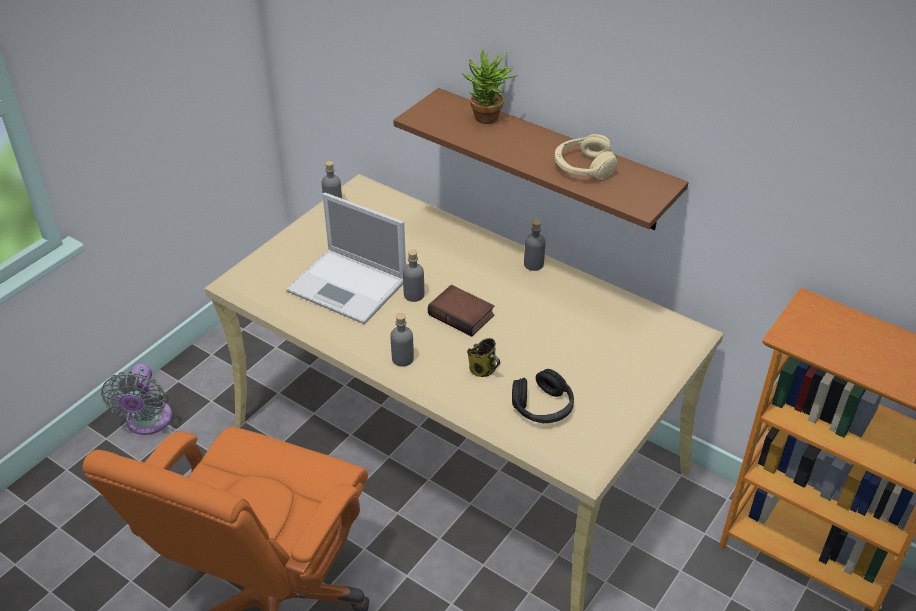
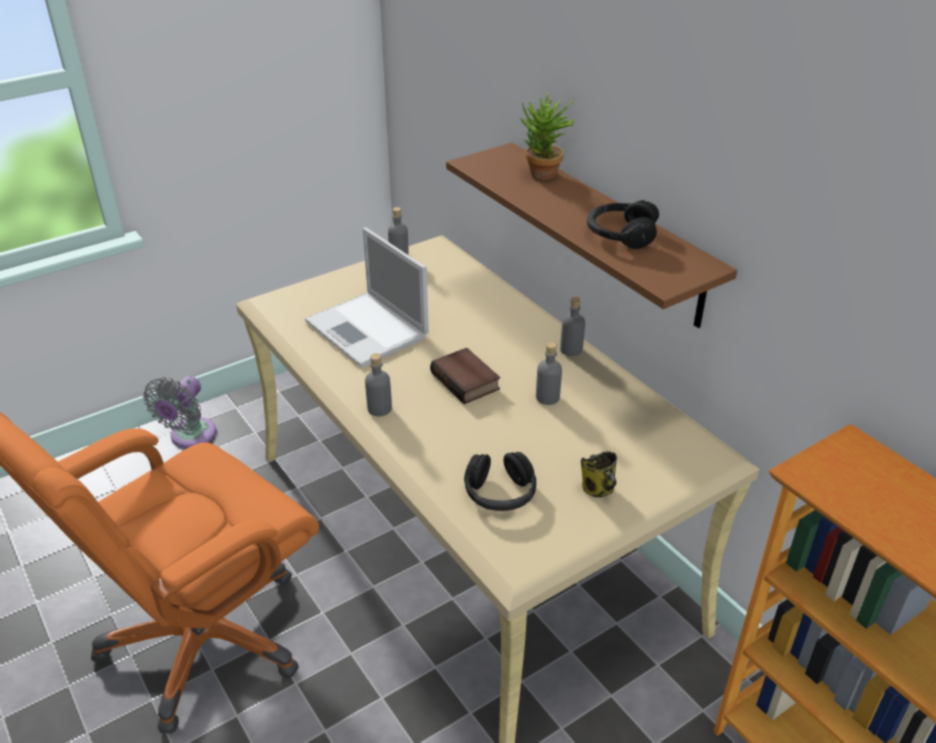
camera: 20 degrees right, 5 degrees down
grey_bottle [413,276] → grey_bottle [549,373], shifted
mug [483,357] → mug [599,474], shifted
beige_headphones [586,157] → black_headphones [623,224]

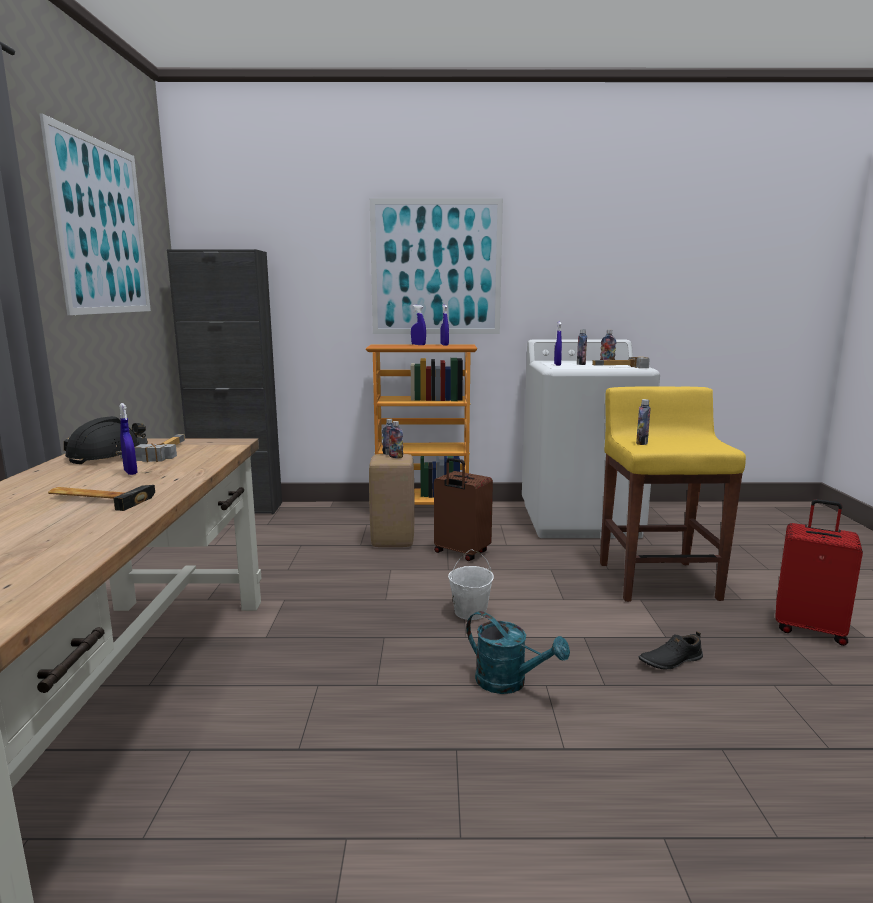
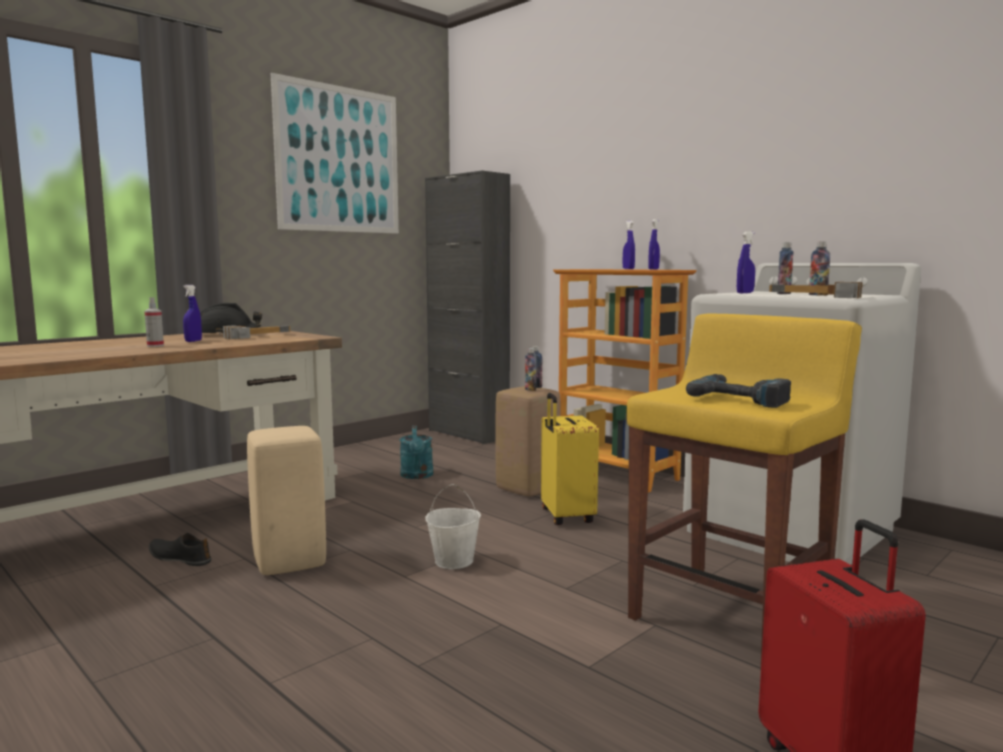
camera: 45 degrees right, 5 degrees down
- → spray_bottle [154,322]
black_shoe [671,650] → black_shoe [180,549], shifted
- → beige_stool [286,500]
turquoise_watering_can [518,652] → turquoise_watering_can [416,452], shifted
brown_suitcase [463,509] → yellow_suitcase [570,459]
- → power_drill [739,391]
hammer [101,498] → -
picture [436,266] → -
bottle [643,422] → -

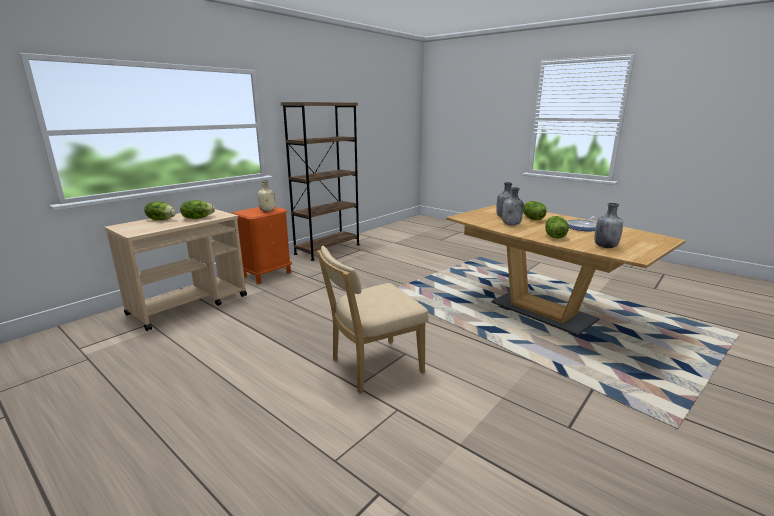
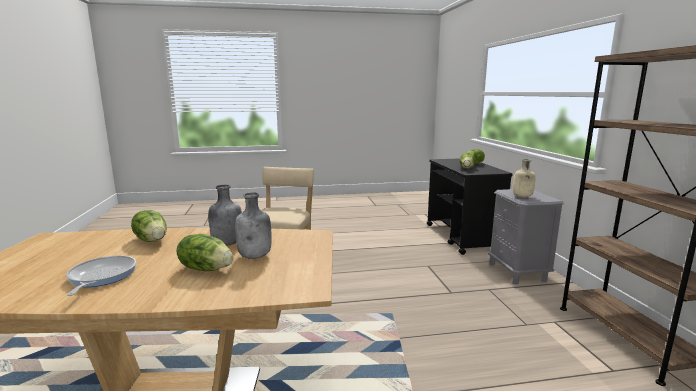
camera: 130 degrees right, 5 degrees down
beige_cart [176,270] → black_cart [470,206]
orange_nightstand [262,245] → grey_nightstand [526,237]
grey_bottle [609,225] → -

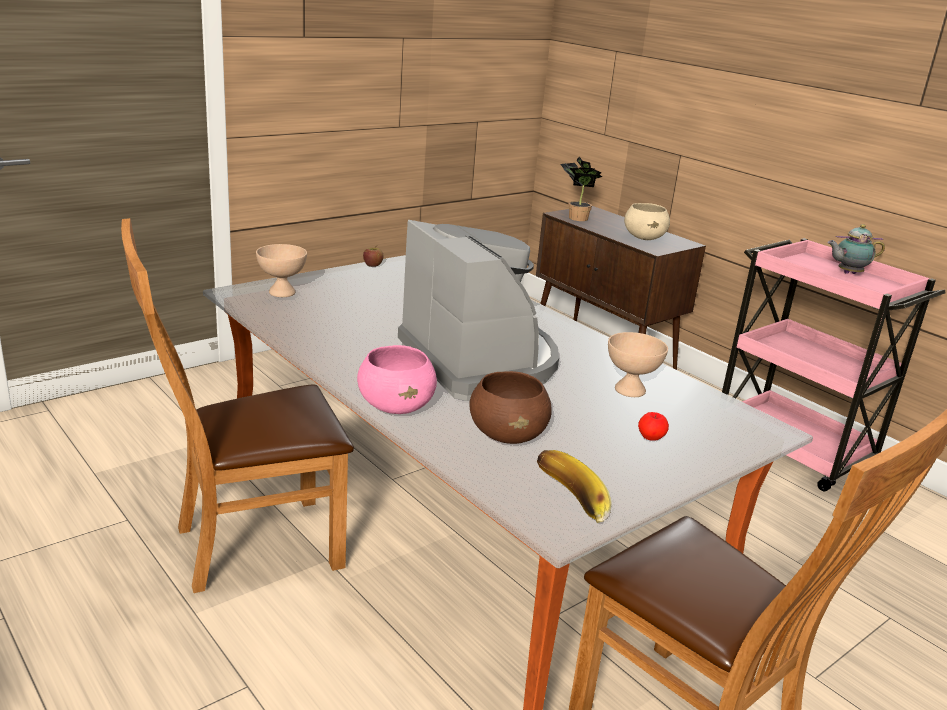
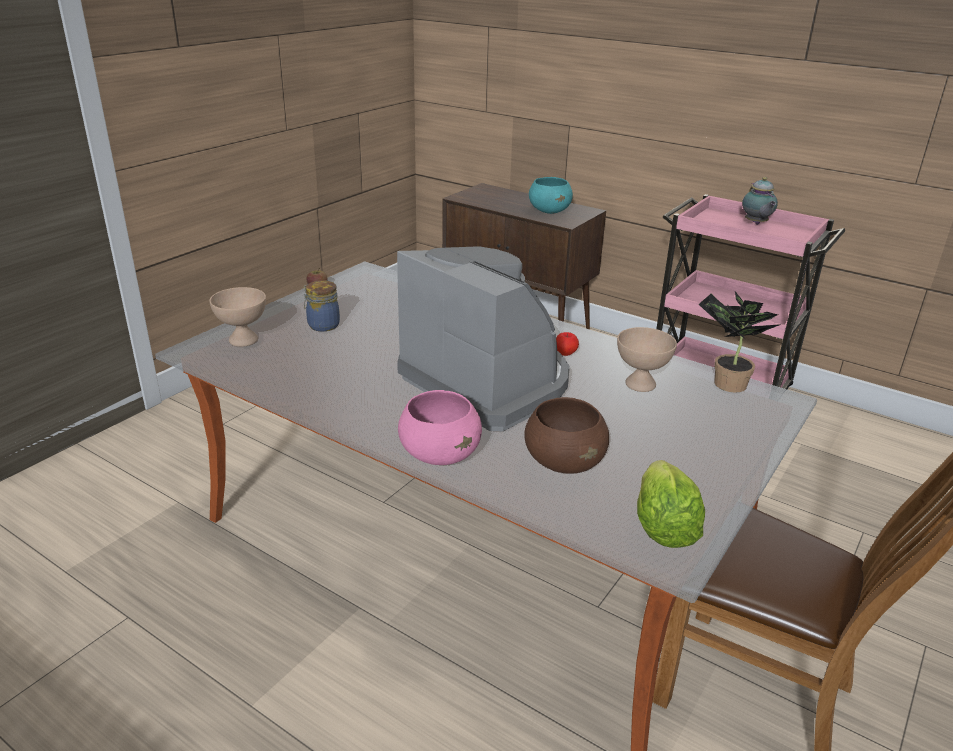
camera: 15 degrees left, 5 degrees up
- → jar [322,305]
beige_bowl [647,221] → turquoise_bowl [551,195]
apple [653,426] → apple [567,344], shifted
banana [574,486] → lettuce [671,504]
potted_plant [581,188] → potted_plant [740,342], shifted
teapot [856,249] → teapot [760,201], 75 degrees counterclockwise
brown_chair [237,405] → -

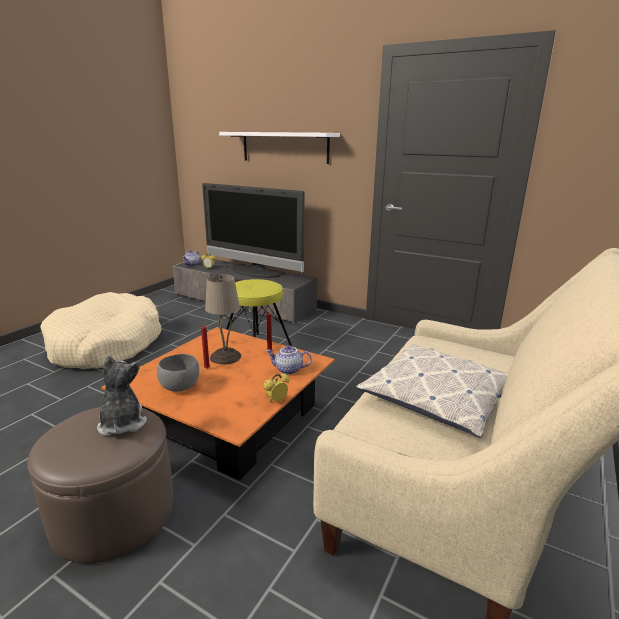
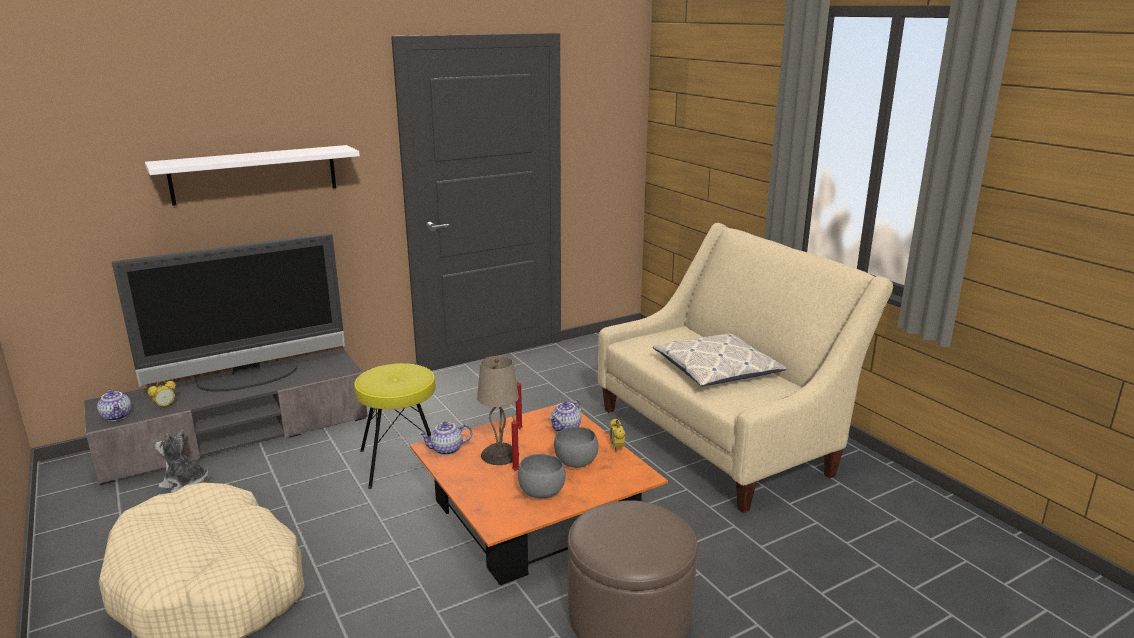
camera: 60 degrees left, 0 degrees up
plush_toy [122,395] → plush_toy [181,461], shifted
- → teapot [445,438]
- → grey_bowl [576,447]

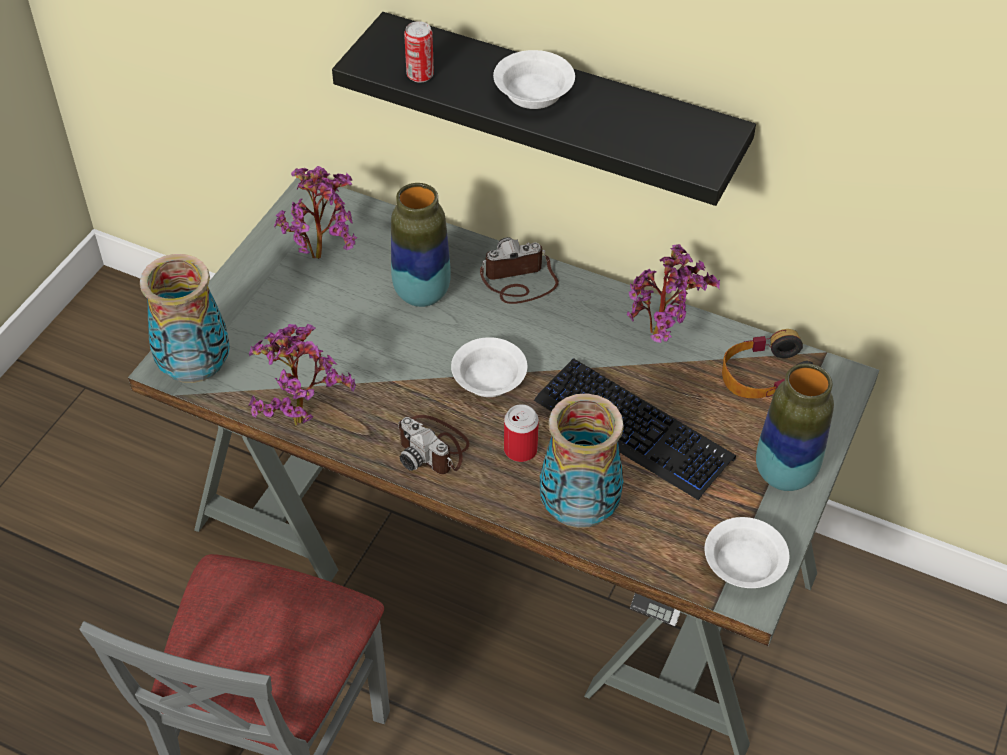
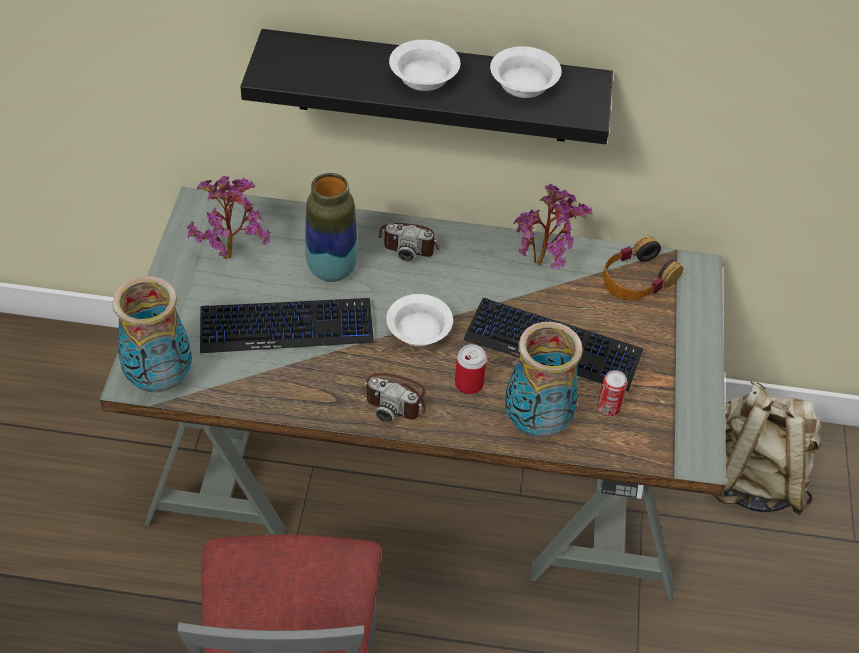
camera: 20 degrees left, 0 degrees up
- → keyboard [287,325]
photo_camera [519,270] → photo_camera [409,242], 135 degrees counterclockwise
white_bowl [747,552] → white_bowl [525,72], shifted
can [419,52] → can [612,393], shifted
- → beige_backpack [767,448]
potted_plant [302,375] → -
vase [795,427] → -

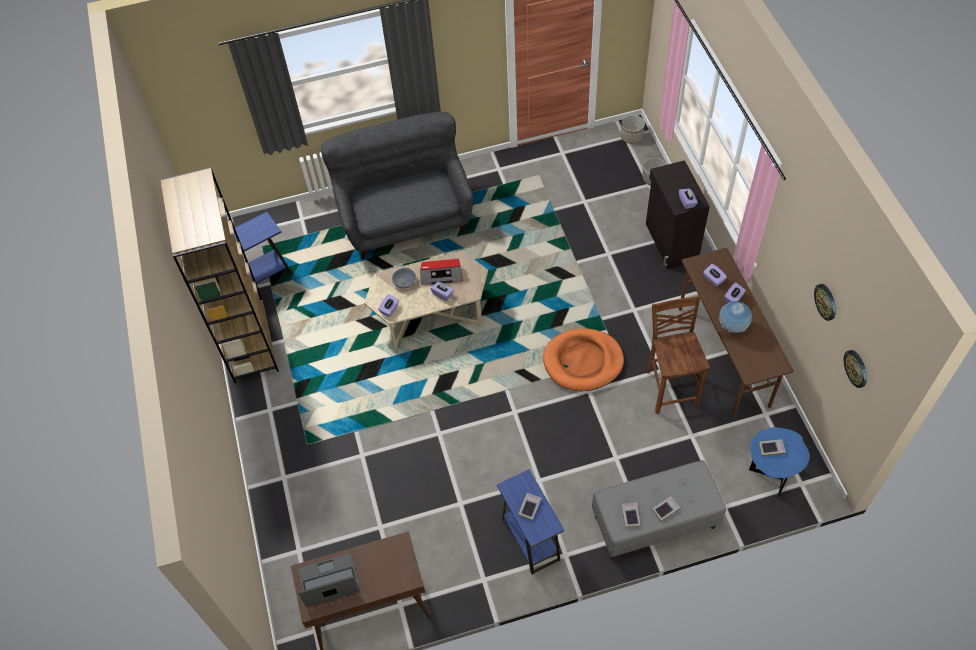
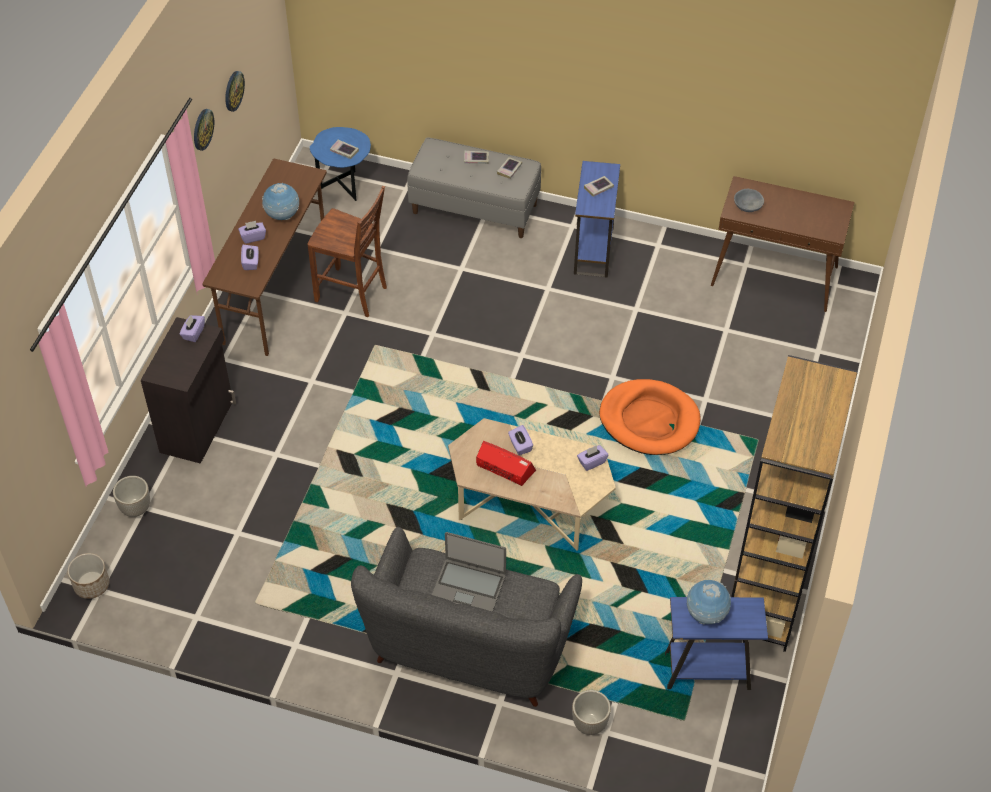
camera: 150 degrees left, 5 degrees down
wall_clock [855,369] → wall_clock [204,130], shifted
brown_chair [678,355] → brown_chair [347,251], 90 degrees counterclockwise
laptop [329,580] → laptop [469,572], shifted
- → planter [591,712]
orange_dog_bed [583,359] → orange_dog_bed [649,417], shifted
- → globe [709,602]
grey_bowl [404,278] → grey_bowl [749,200], shifted

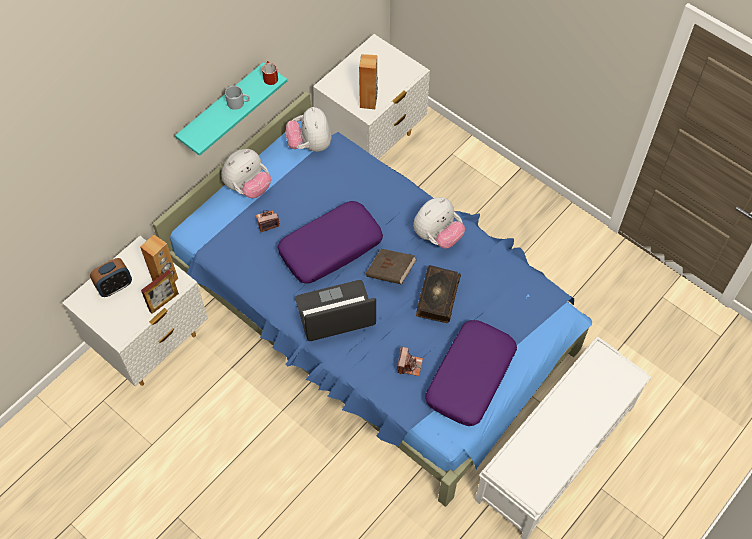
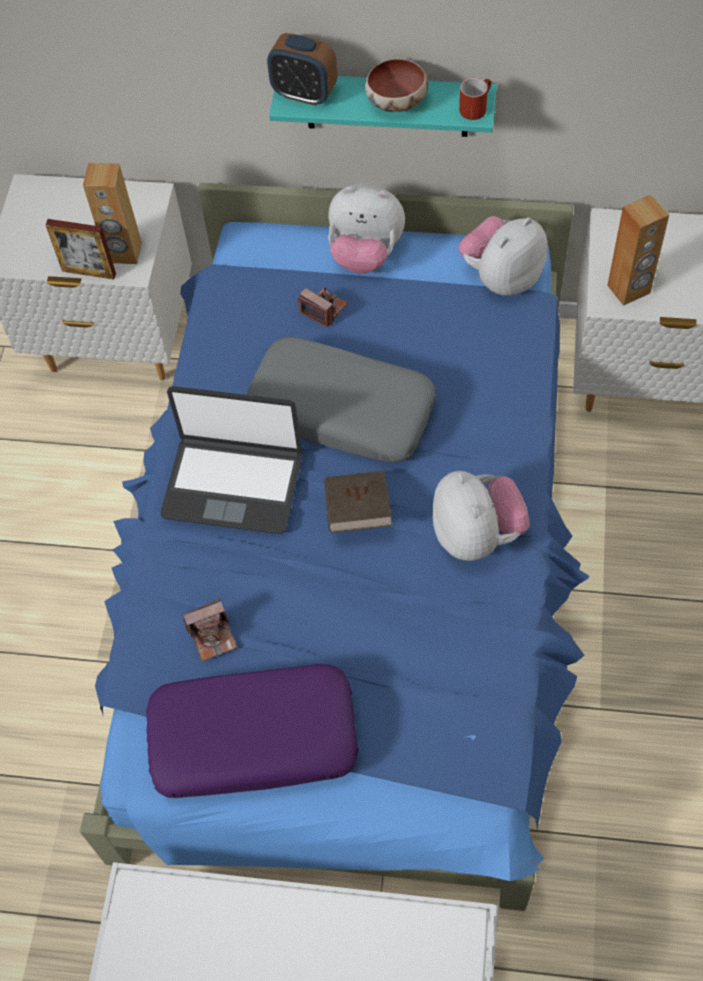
camera: 60 degrees right, 0 degrees up
laptop [335,310] → laptop [231,460], 150 degrees clockwise
purple_pillow [330,242] → grey_pillow [341,399]
alarm_clock [111,277] → alarm_clock [302,69], shifted
grey_mug [237,98] → bowl [396,85]
plush_toy [439,223] → plush_toy [481,516], 120 degrees counterclockwise
book [438,294] → -

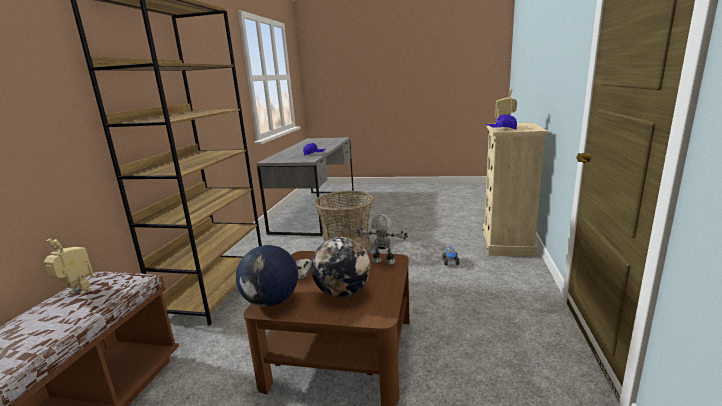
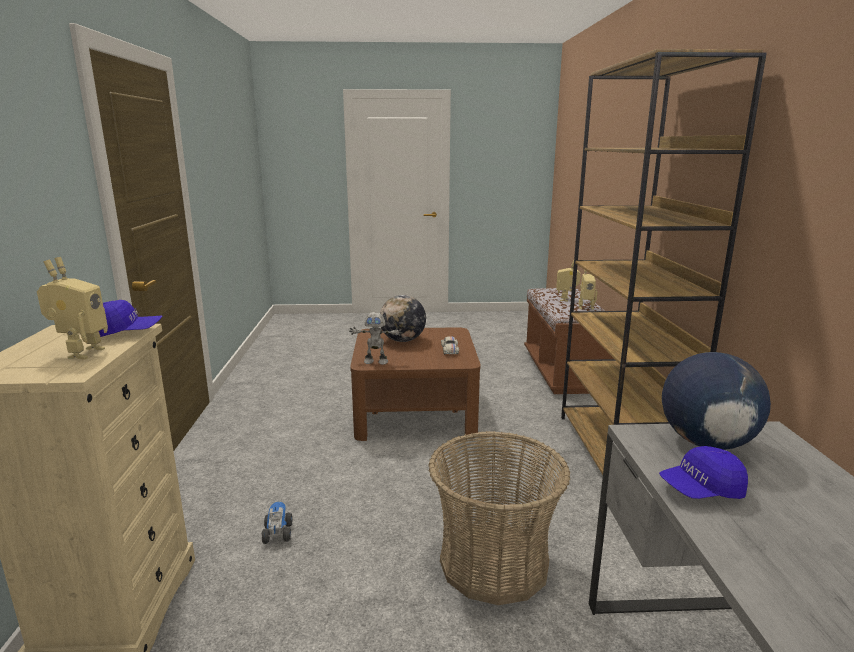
camera: 165 degrees right, 0 degrees up
- → toy_robot [568,281]
globe [267,276] → globe [716,401], shifted

